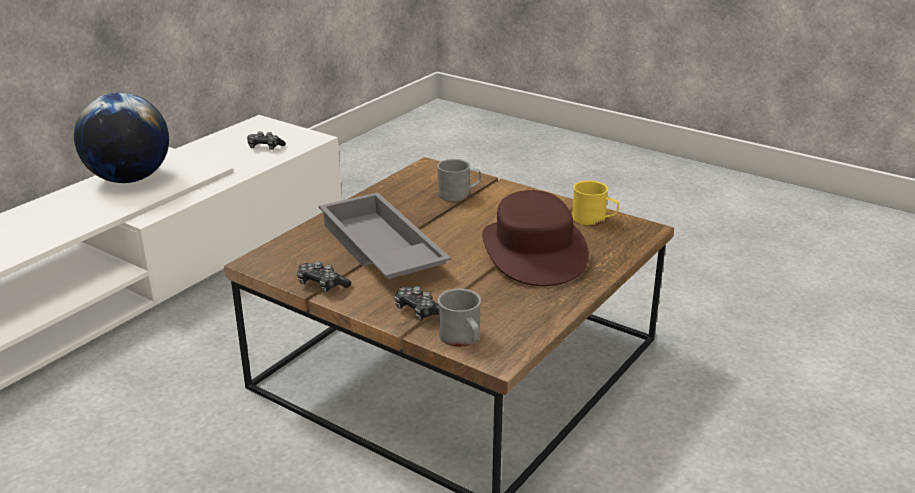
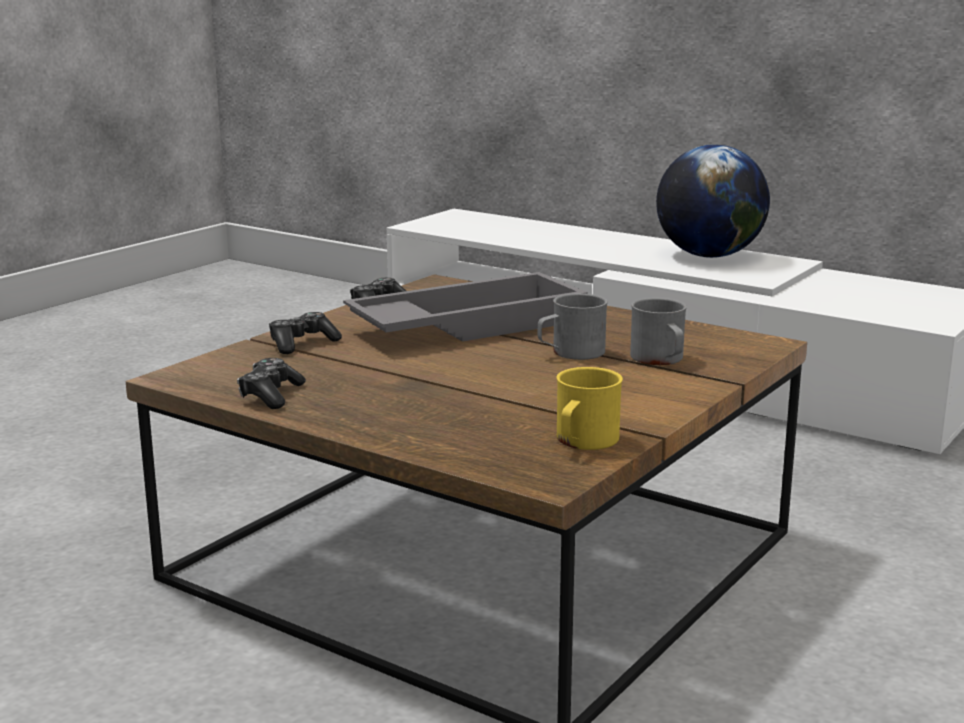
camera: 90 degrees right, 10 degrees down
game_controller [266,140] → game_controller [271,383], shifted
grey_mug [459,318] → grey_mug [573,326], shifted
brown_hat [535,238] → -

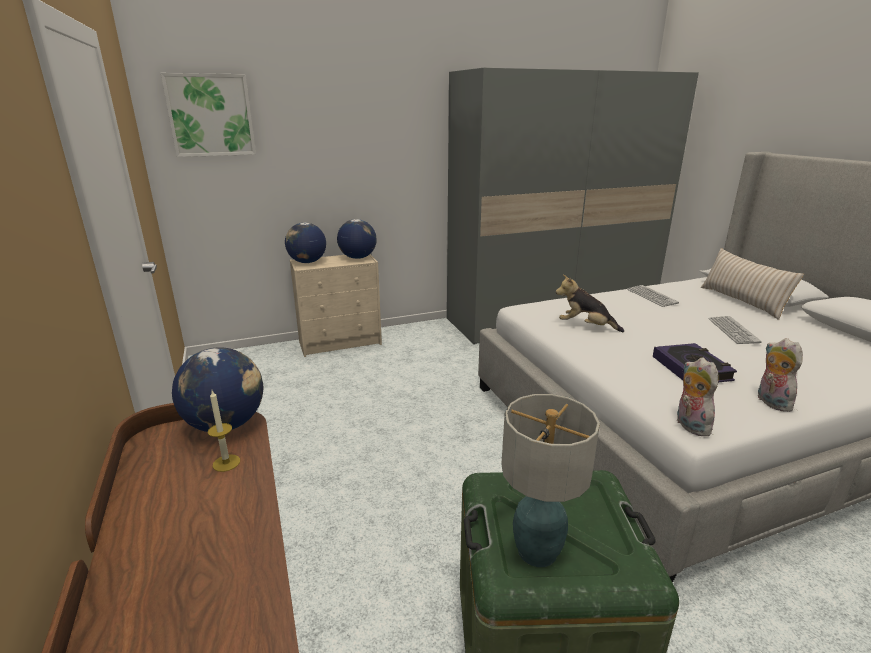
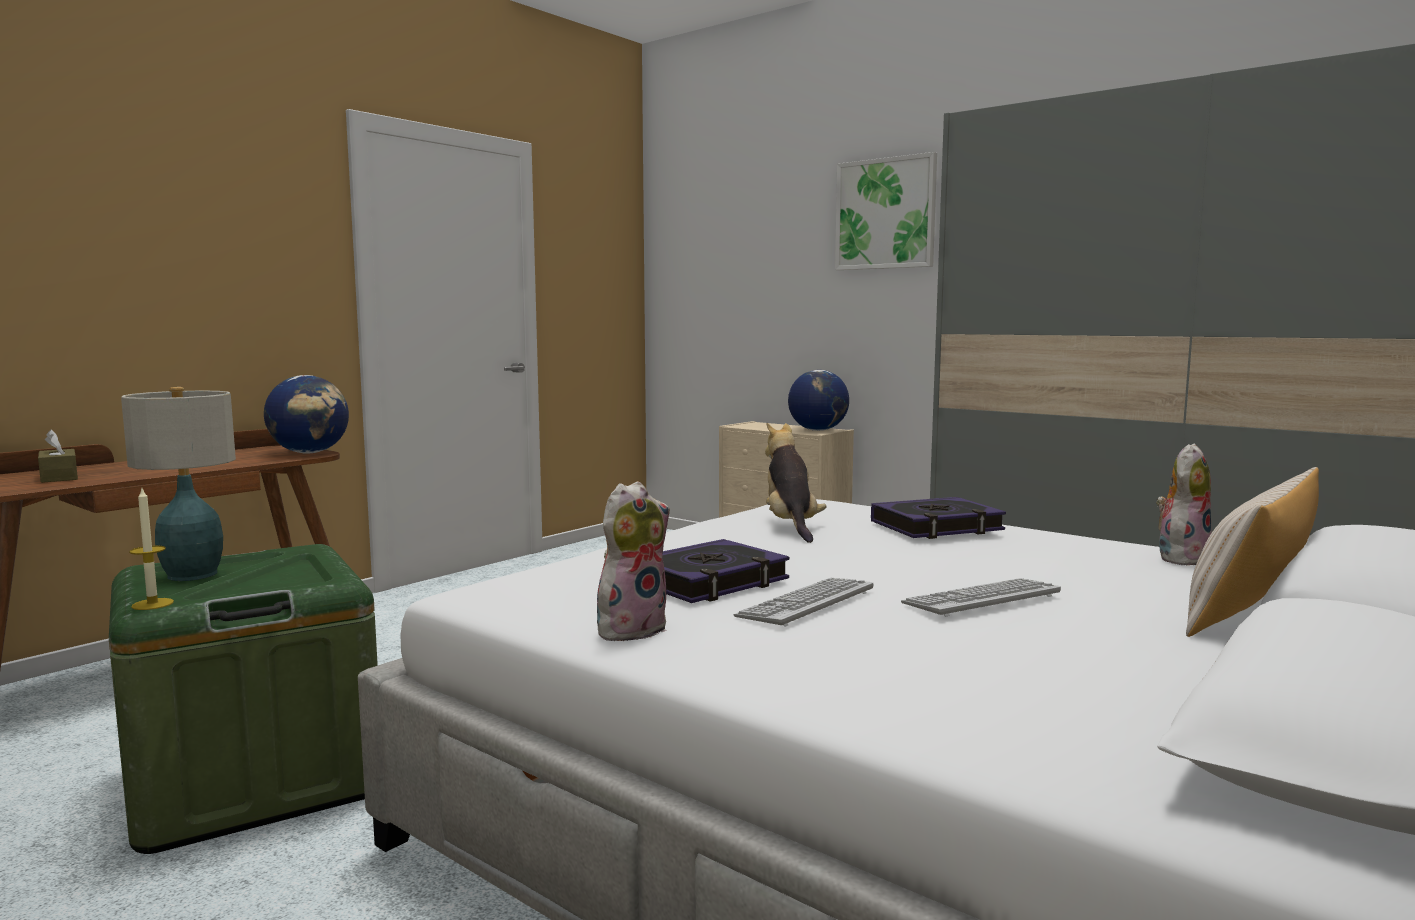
camera: 60 degrees right, 15 degrees down
- → brown_tissue_box [58,456]
candle [224,431] → candle [151,549], shifted
keyboard [653,296] → keyboard [803,602], shifted
picture [208,115] → picture [886,211], shifted
- → book [938,518]
plush_toy [697,396] → plush_toy [1184,504], shifted
globe [305,243] → -

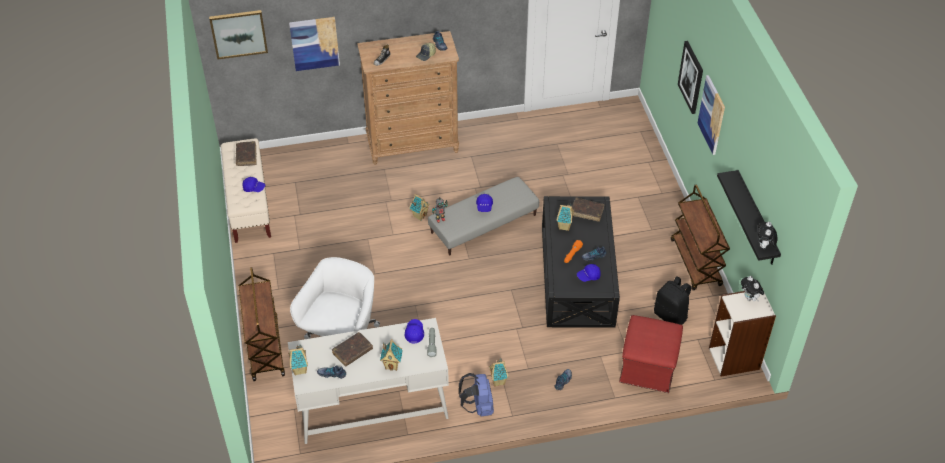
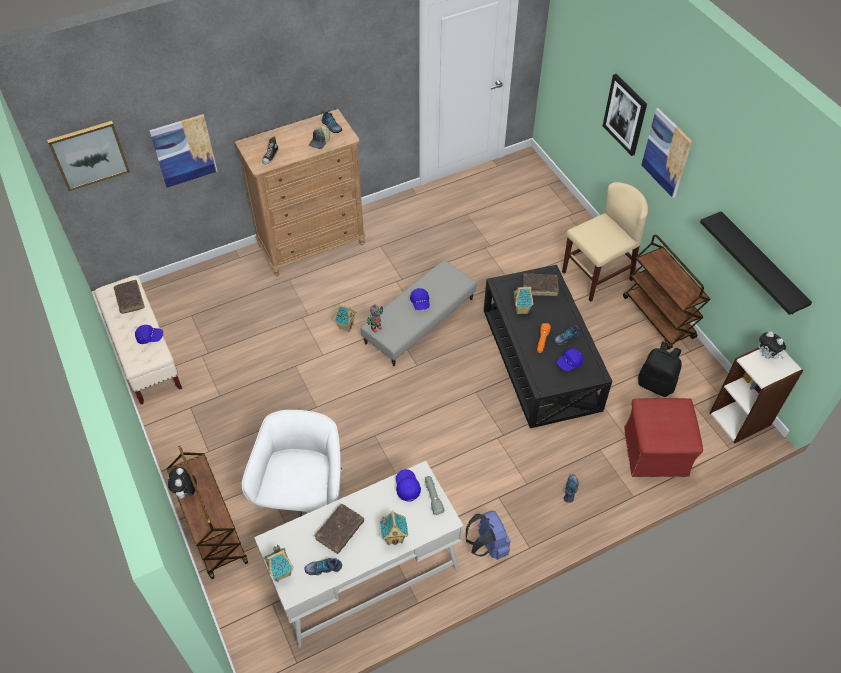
camera: 15 degrees left, 5 degrees up
plush_toy [767,235] → plush_toy [182,484], shifted
- → beige_chair [605,242]
toy_house [498,372] → -

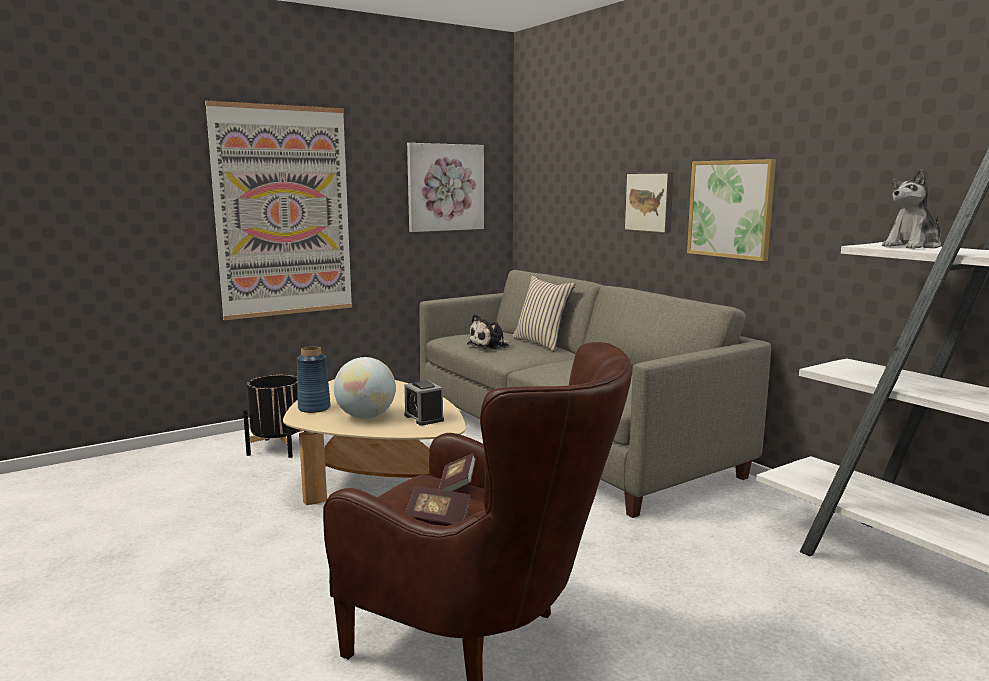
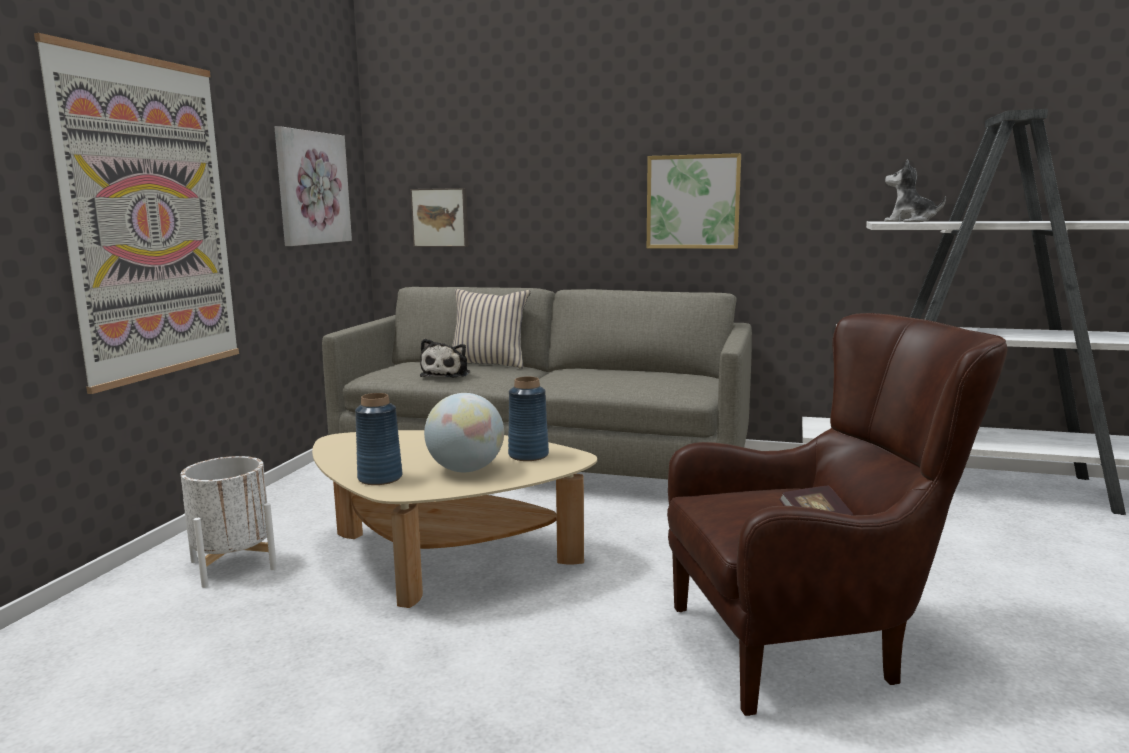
camera: 40 degrees left, 0 degrees up
black_planter [274,416] → white_planter [229,522]
picture [649,203] → picture [439,217], shifted
alarm_clock [424,403] → blue_vase [528,419]
plush_toy [911,209] → plush_toy [915,190], 105 degrees clockwise
book [457,472] → -

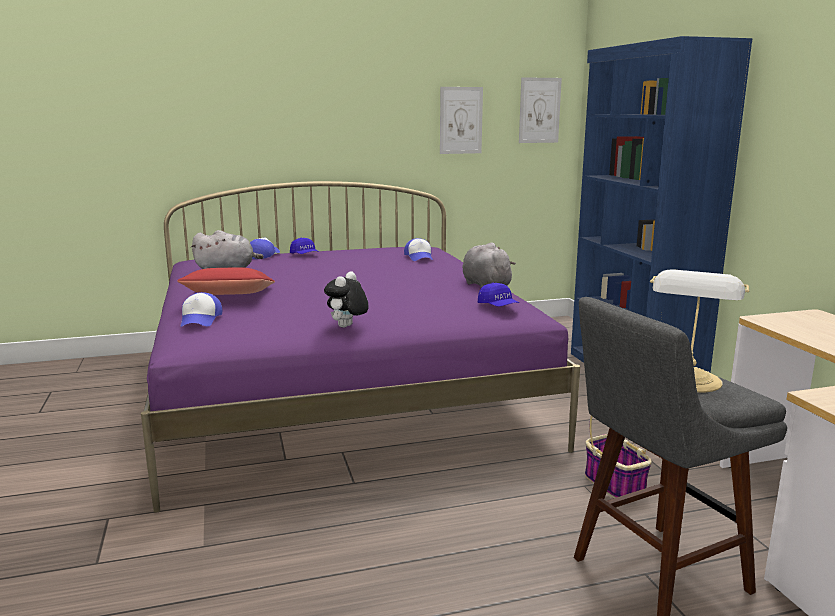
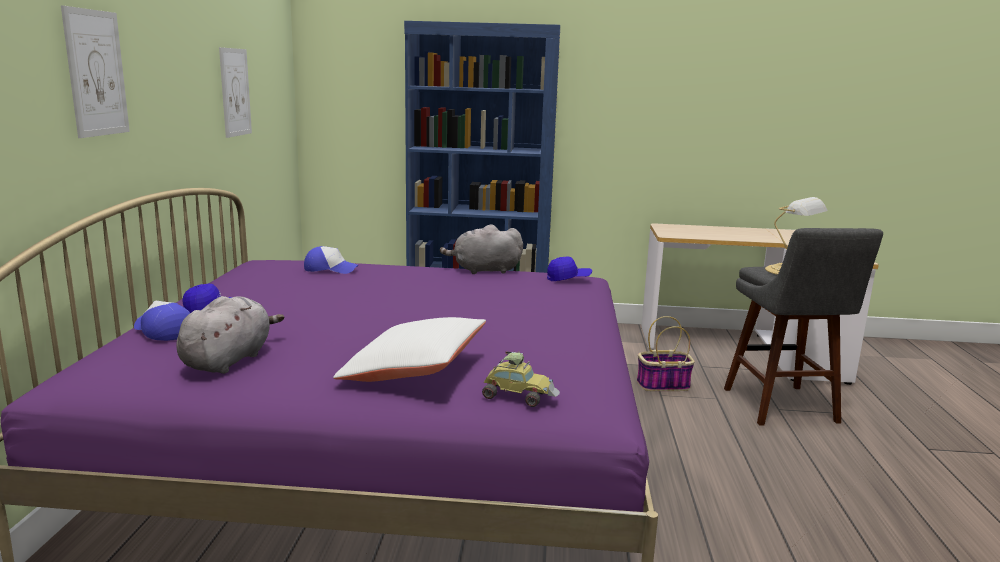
camera: 70 degrees left, 0 degrees up
picture [540,110] → picture [95,72], shifted
red_pillow [226,281] → white_pillow [409,349]
cap [201,309] → toy_car [521,379]
plush_toy [346,299] → -

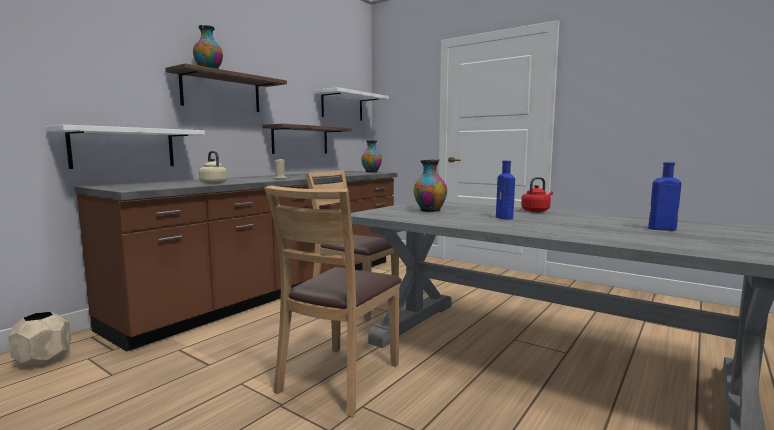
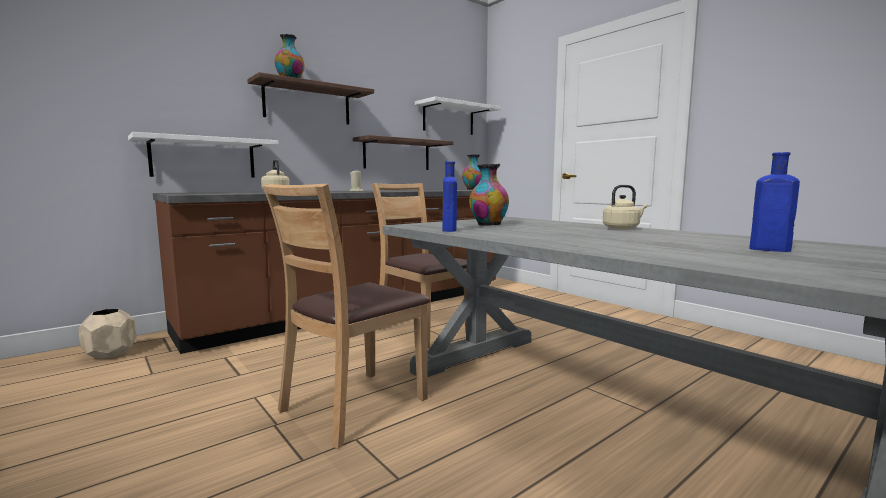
camera: 15 degrees right, 0 degrees up
blue_bottle [505,190] → blue_bottle [449,196], shifted
red_kettle [537,194] → beige_kettle [625,207]

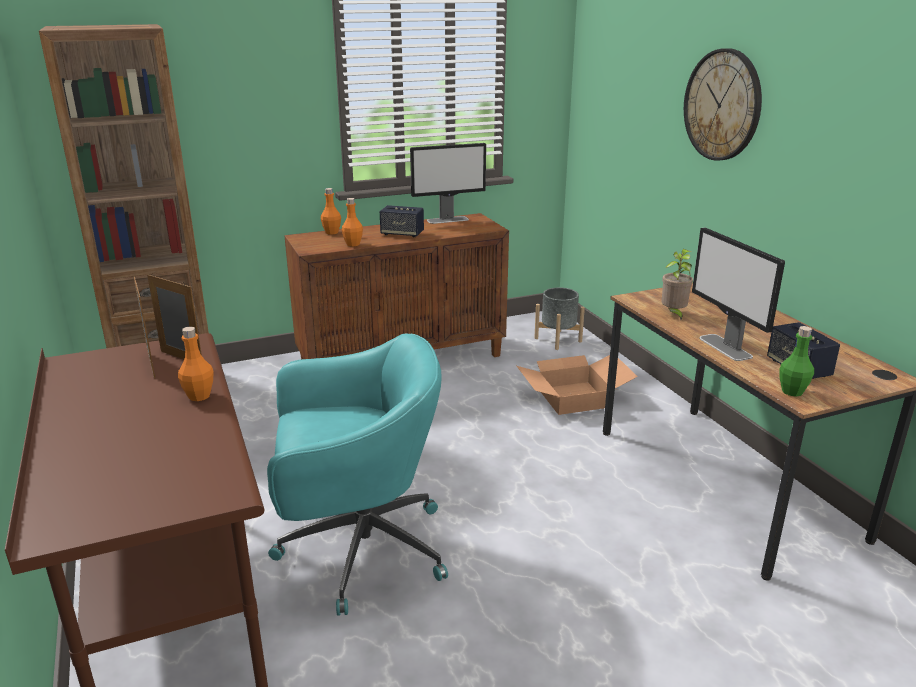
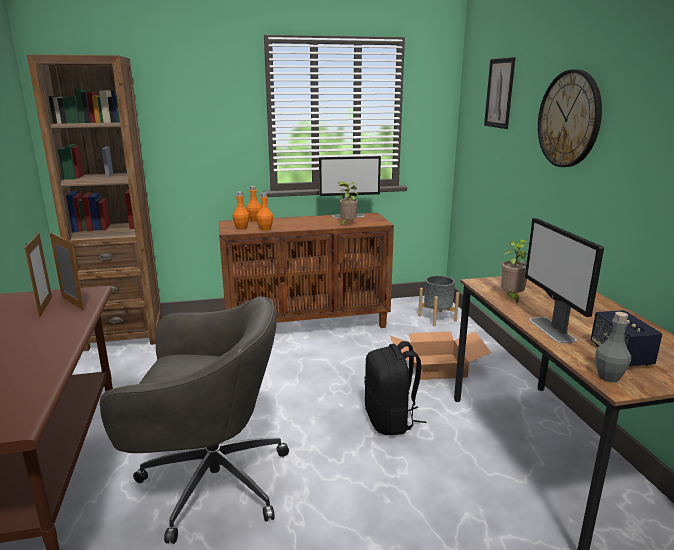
camera: 10 degrees right, 5 degrees down
turquoise_office_chair [357,475] → grey_office_chair [194,420]
orange_bottle [196,363] → orange_bottle [241,211], shifted
- → potted_plant [348,203]
- → black_backpack [395,388]
- → picture [499,93]
green_bottle [797,361] → grey_bottle [613,347]
speaker [402,221] → -

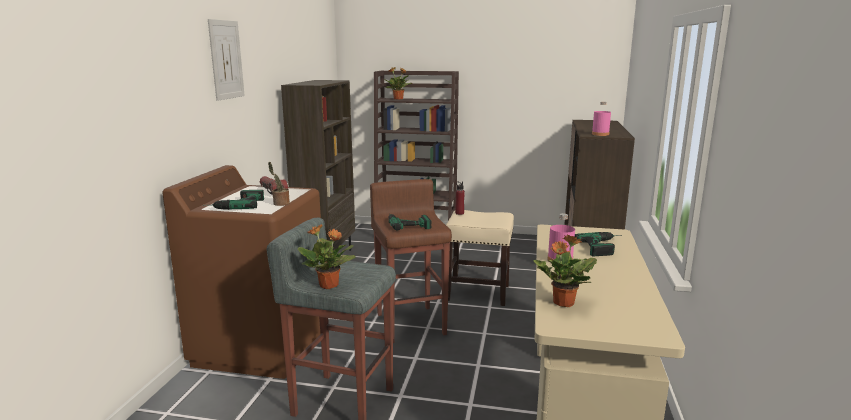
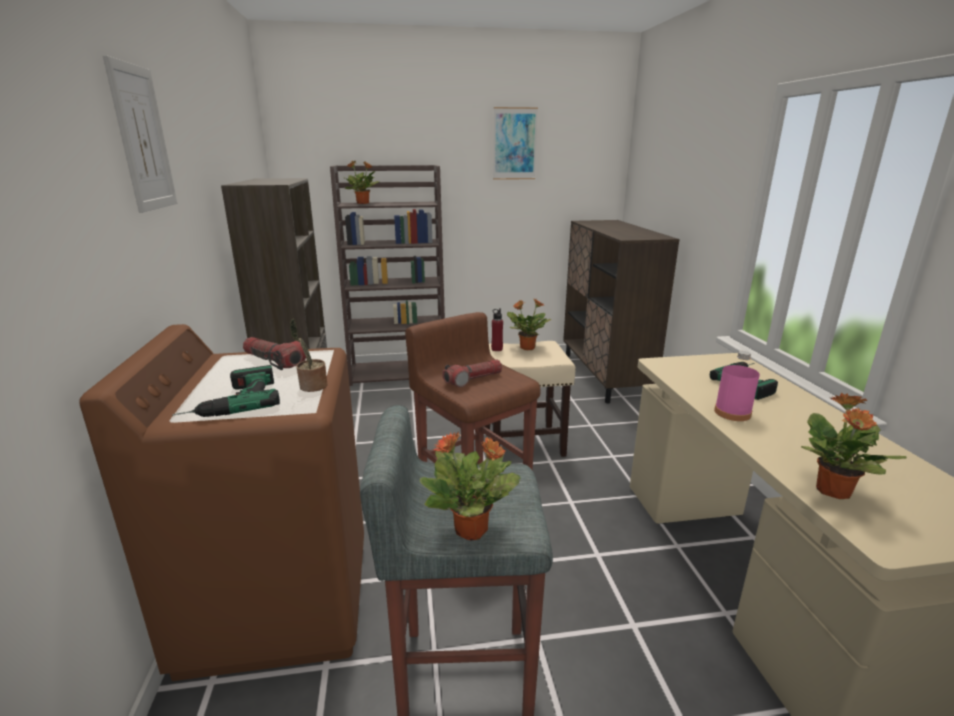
camera: 20 degrees left, 5 degrees up
power_drill [409,222] → flashlight [472,373]
- → picture [515,143]
- → potted_plant [529,324]
pink_bottle [601,119] → -

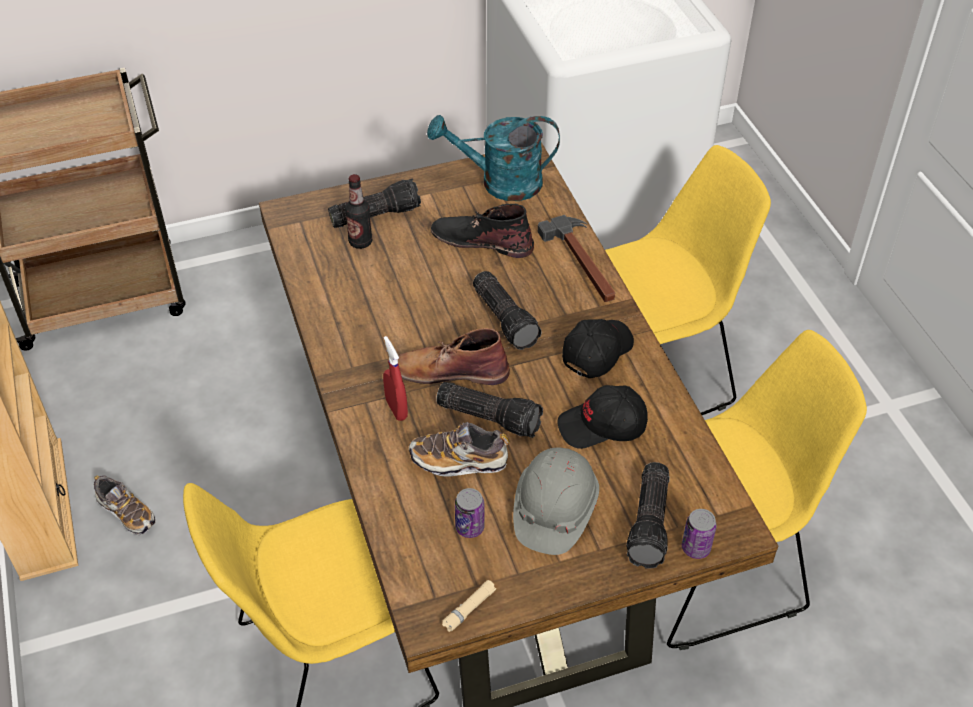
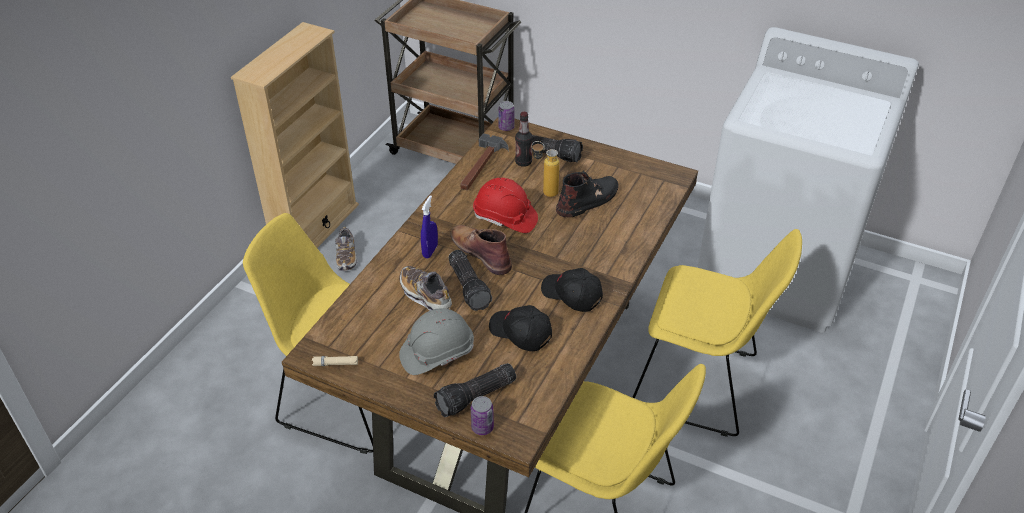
camera: 45 degrees right, 5 degrees down
red_spray_bottle [395,378] → blue_spray_bottle [429,227]
hammer [576,258] → hammer [484,161], shifted
- → red_hard_hat [505,205]
can [470,513] → can [506,116], shifted
- → bottle [546,169]
black_cap [598,348] → black_cap [572,290], 135 degrees counterclockwise
black_boot [482,231] → black_boot [587,194], 75 degrees clockwise
turquoise_watering_can [493,158] → -
flashlight [507,310] → -

